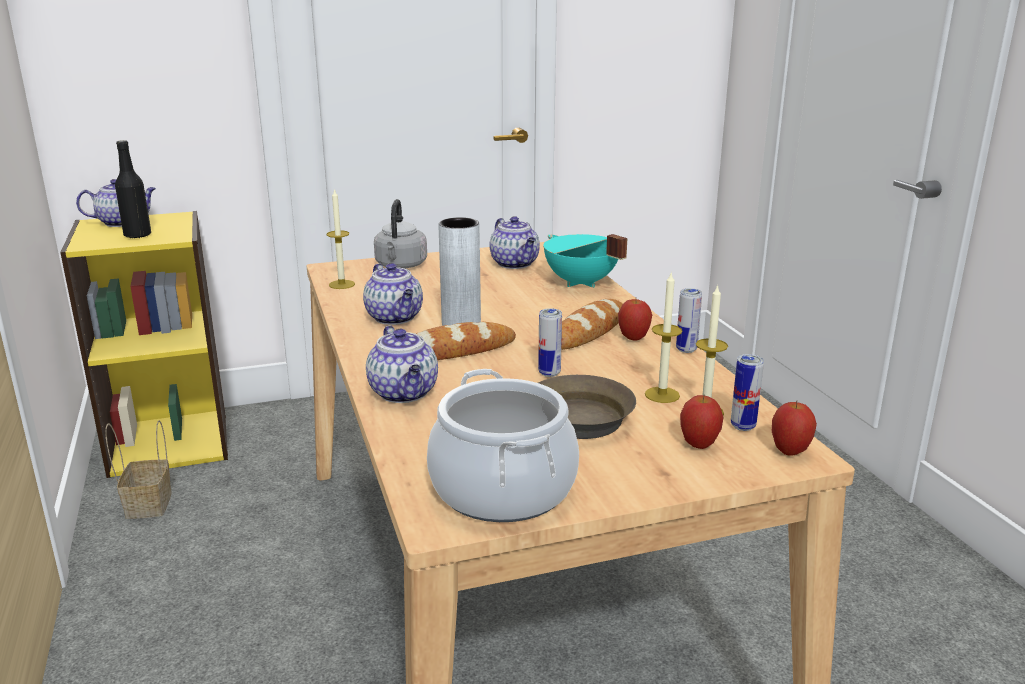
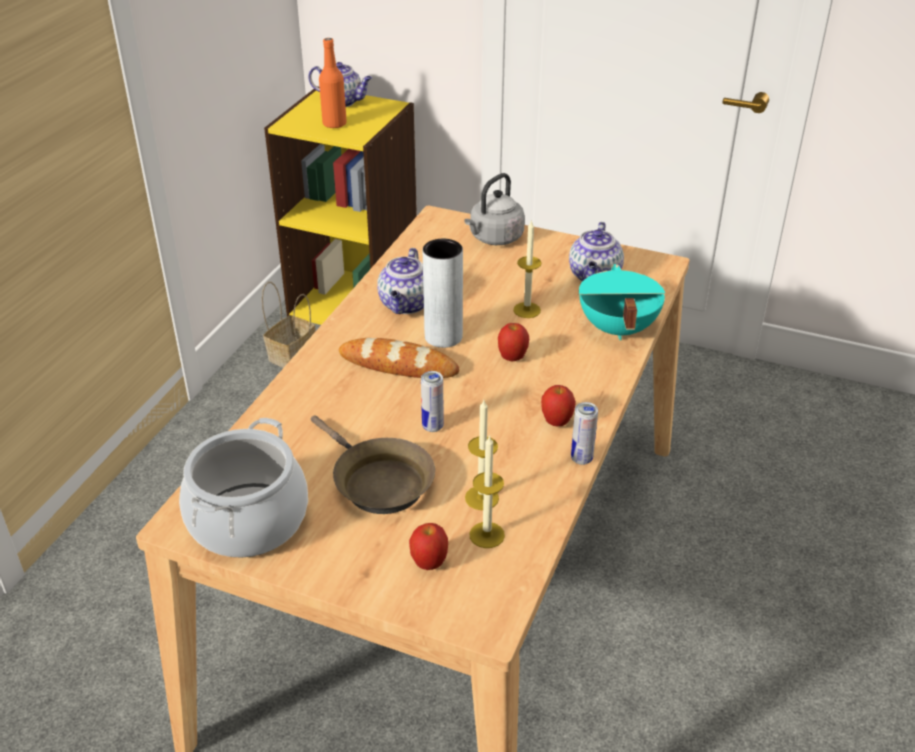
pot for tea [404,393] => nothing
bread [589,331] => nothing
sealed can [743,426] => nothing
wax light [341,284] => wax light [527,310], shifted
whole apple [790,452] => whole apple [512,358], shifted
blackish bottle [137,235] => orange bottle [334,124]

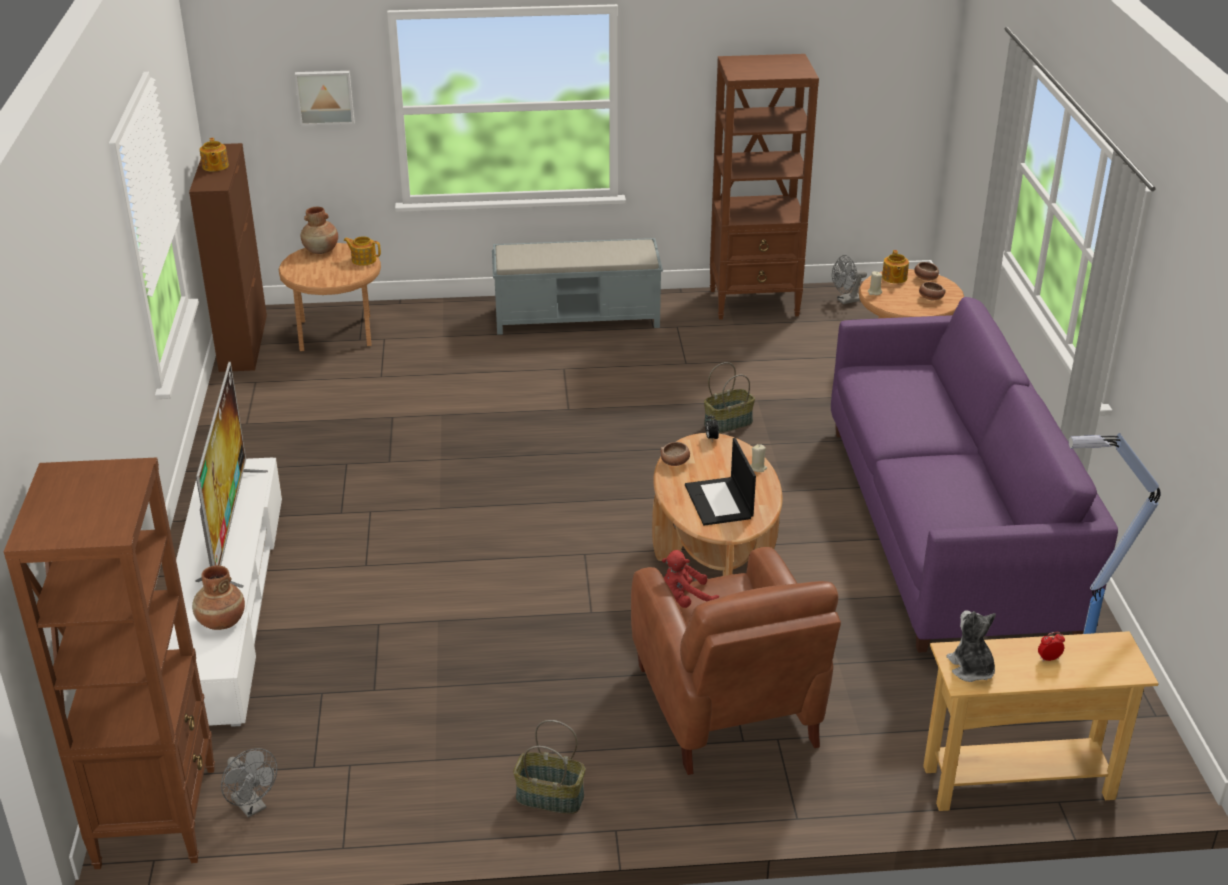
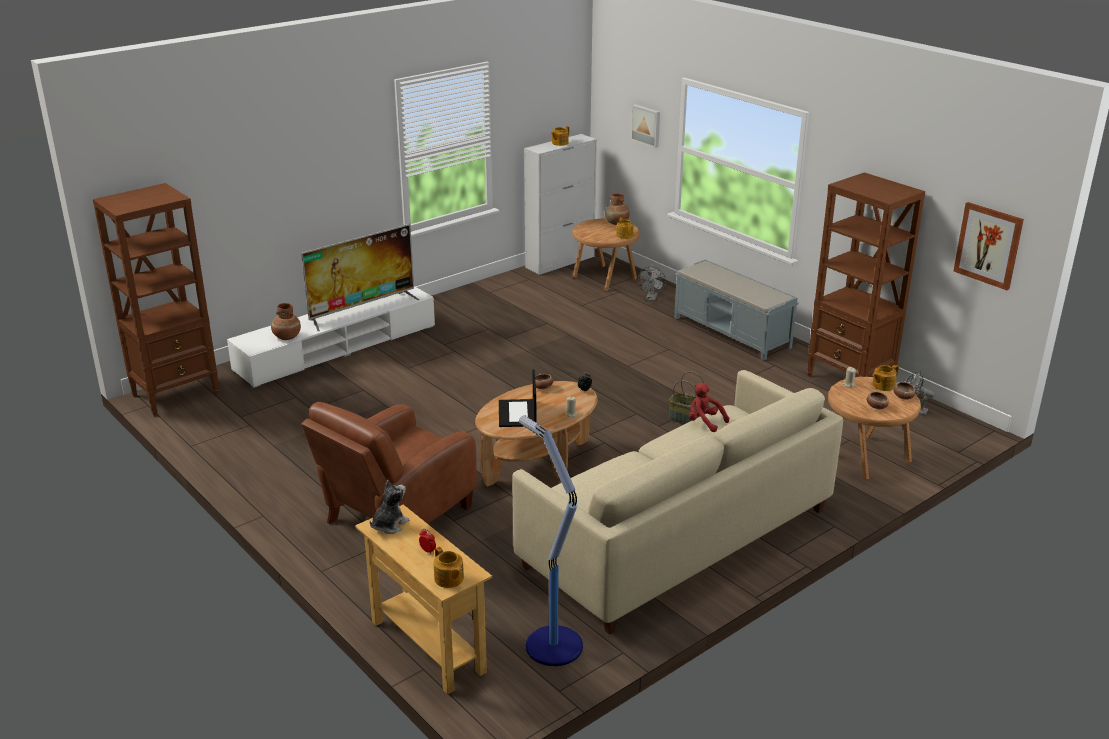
basket [549,798] => nothing
nothing => pot for tea [449,579]
nothing => wall picture [988,245]
grey cooling fan [252,806] => grey cooling fan [651,298], shifted
red cuddly toy [685,600] => red cuddly toy [704,422], shifted
brownish cabinet [243,342] => white cabinet [560,262]
purple-coloured couch [946,528] => beige-coloured couch [677,537]
portable computer [719,502] => portable computer [518,414], 45 degrees counterclockwise

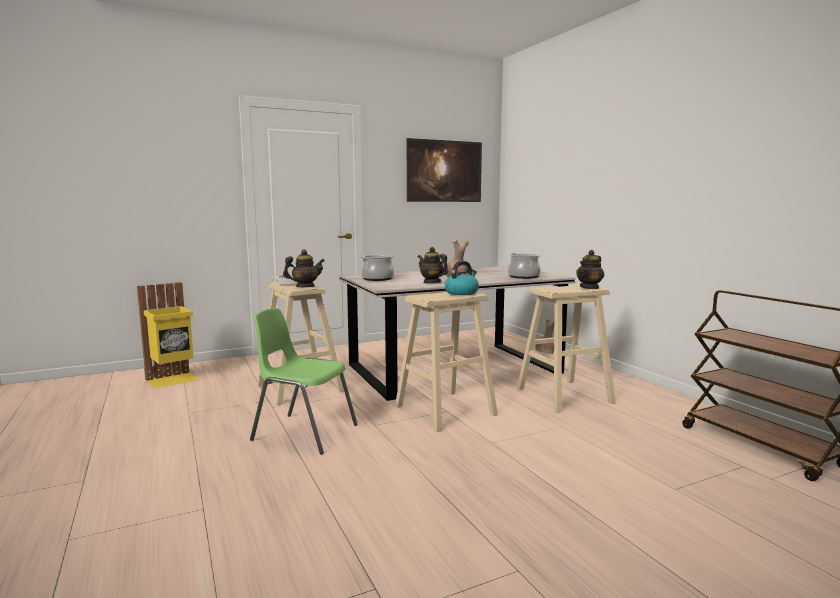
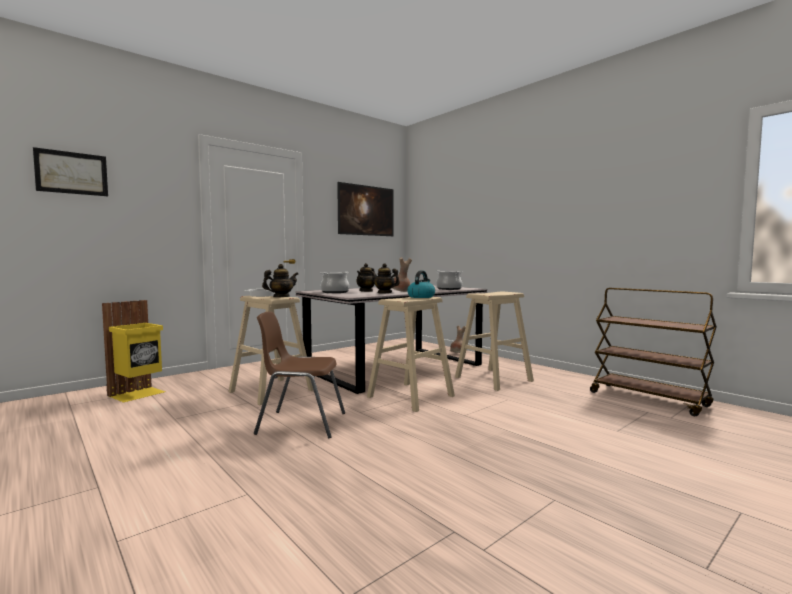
nothing => wall picture [72,173]
pot for tea [589,287] => pot for tea [366,291], shifted
green-coloured chair [303,432] => brownish chair [300,423]

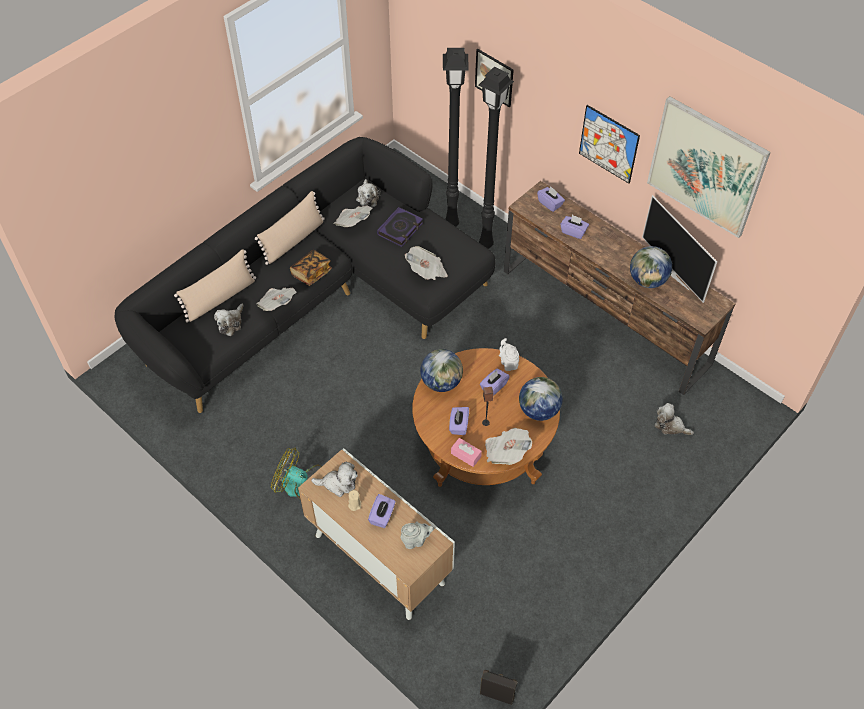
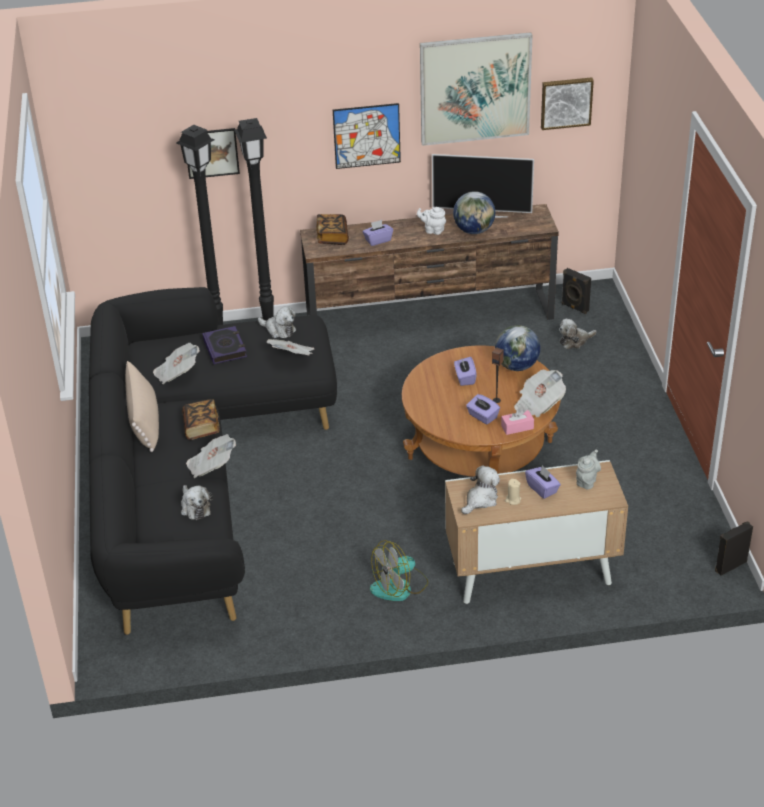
beige-coloured throw pillow [220,298] => nothing
desk globe [441,382] => nothing
nothing => wall picture [566,102]
nothing => blackish speaker [574,307]
cuddly toy [367,197] => cuddly toy [279,330], shifted
white pot for tea [508,363] => white pot for tea [433,230], shifted
purple-coloured tissue box [550,204] => volume [332,237]

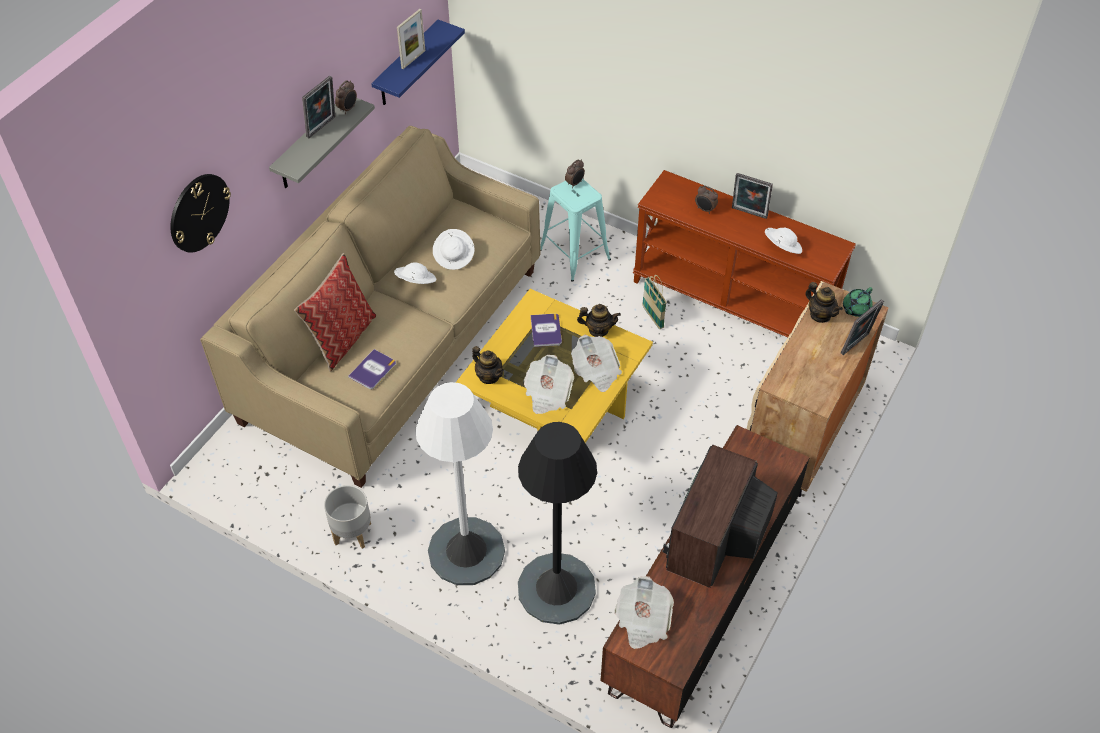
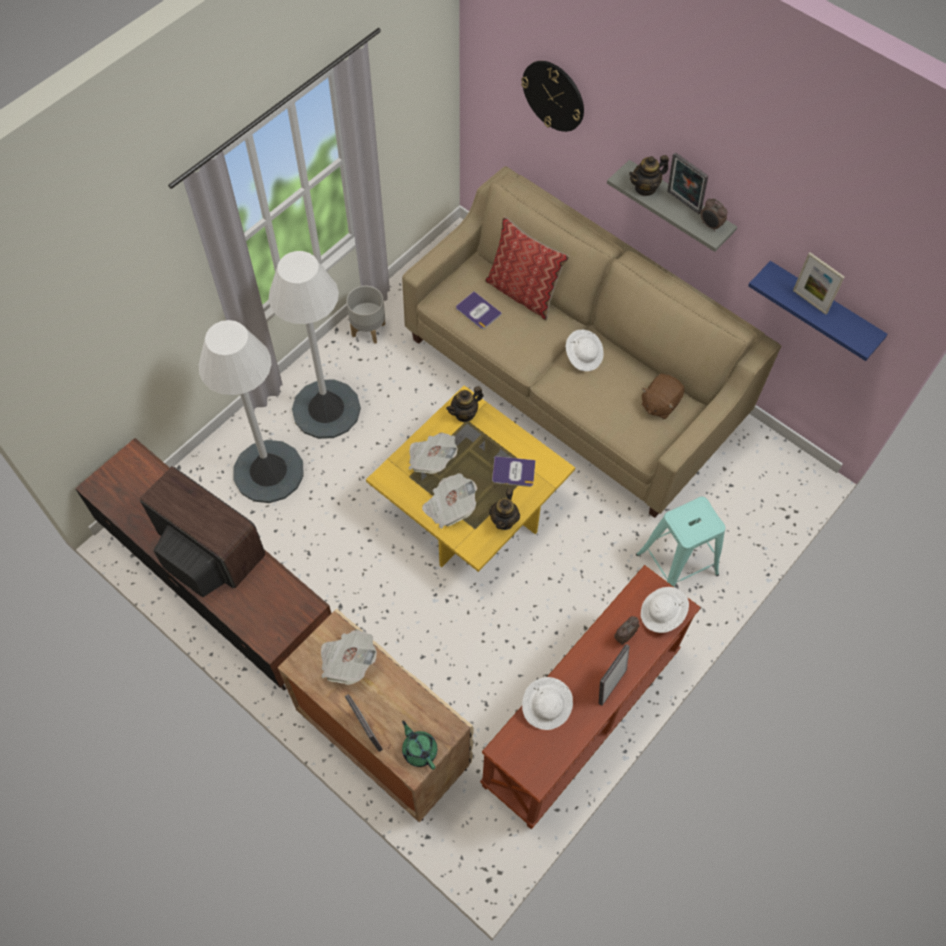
alarm clock [575,183] => nothing
basket [652,317] => nothing
nothing => brownish cuddly toy [659,403]
white clothing hat [454,256] => white clothing hat [662,614], shifted
newspaper [642,621] => newspaper [347,661], shifted
pot for tea [820,315] => pot for tea [645,188], shifted
blackish standard lamp [556,589] => white standard lamp [268,471]

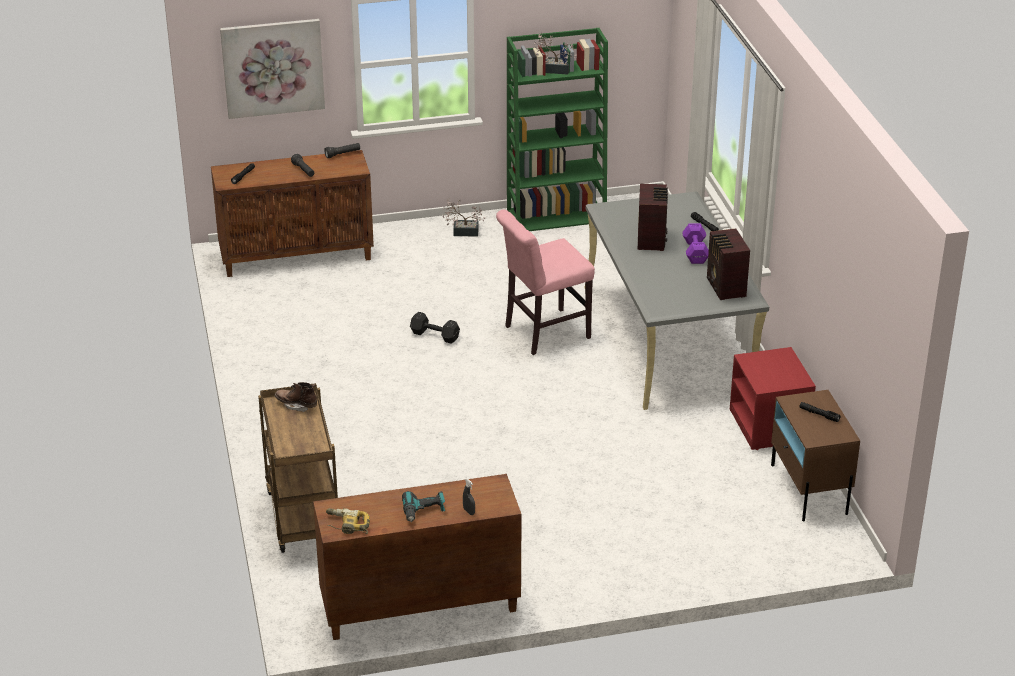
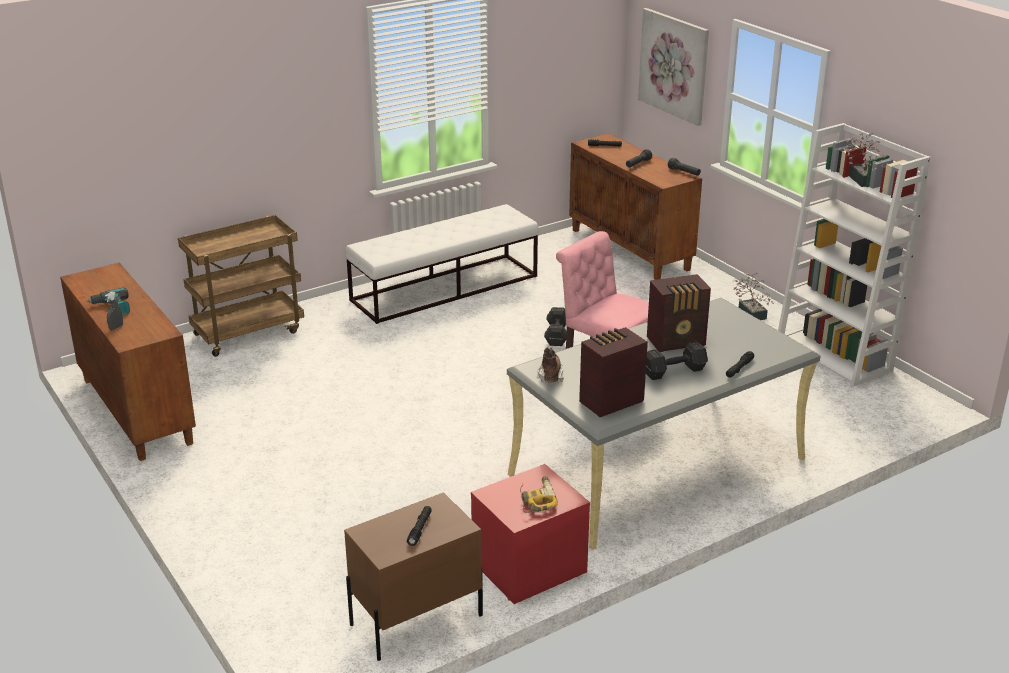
nothing => white indoor bench [445,288]
brownish boot [296,405] => brownish boot [550,375], shifted
drill [347,525] => drill [536,499], shifted
green-coloured bookshelf [557,217] => white bookshelf [835,356]
purple-coloured hand weight [695,251] => blackish hand weight [675,371]

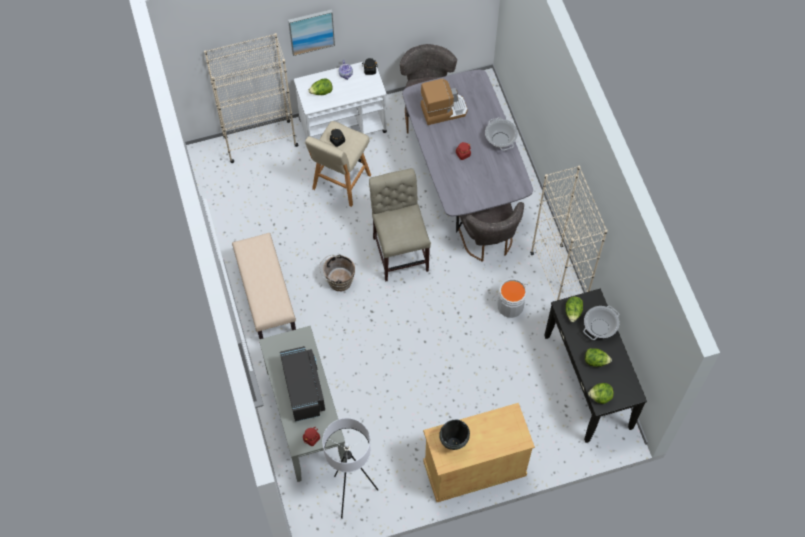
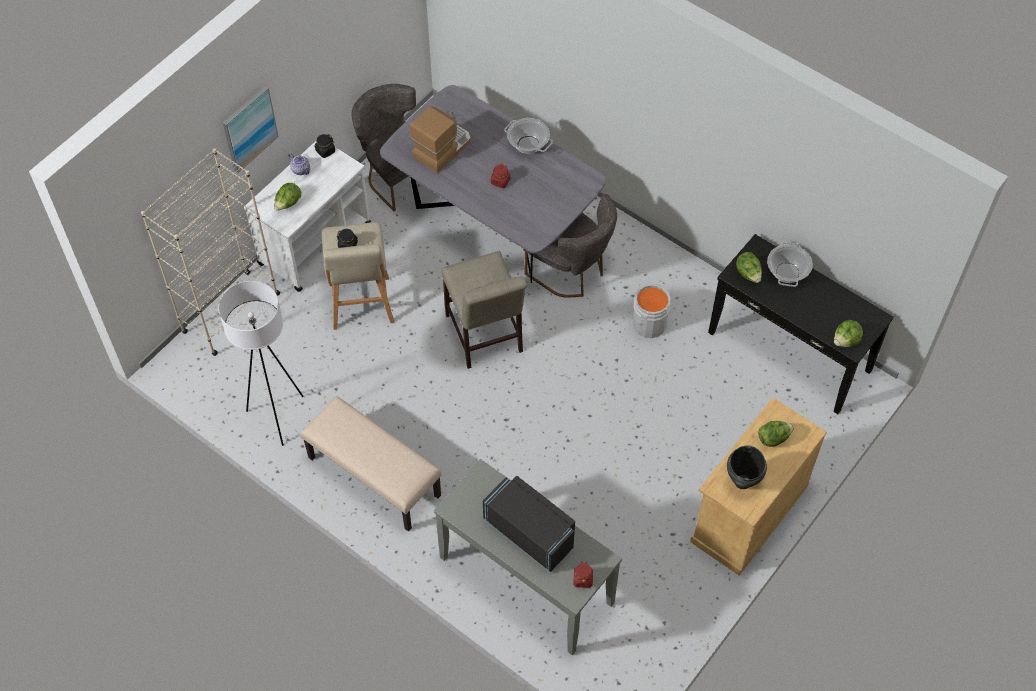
brownish bucket [338,280] => nothing
beige-coloured bookshelf [558,278] => nothing
white standard lamp [352,494] => white standard lamp [278,417], shifted
head of lettuce [595,361] => head of lettuce [773,438], shifted
beige-coloured chair [400,250] => beige-coloured chair [485,337], 150 degrees counterclockwise

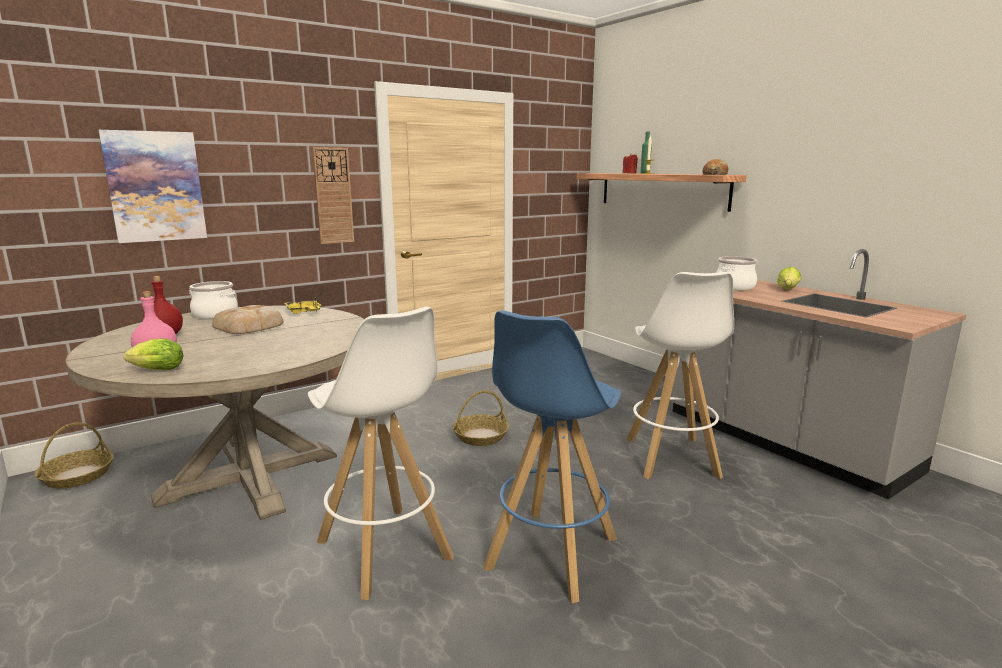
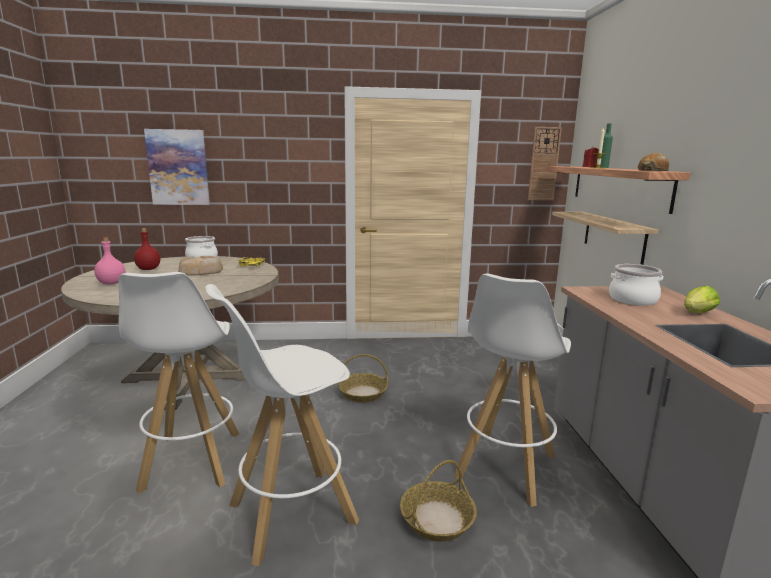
head of lettuce [155,370] => nothing
nothing => wall shelf [613,236]
basket [78,476] => basket [437,519], shifted
wall clock [333,196] => wall clock [543,164], shifted
blue stool seat [551,553] => white stool seat [290,513]

